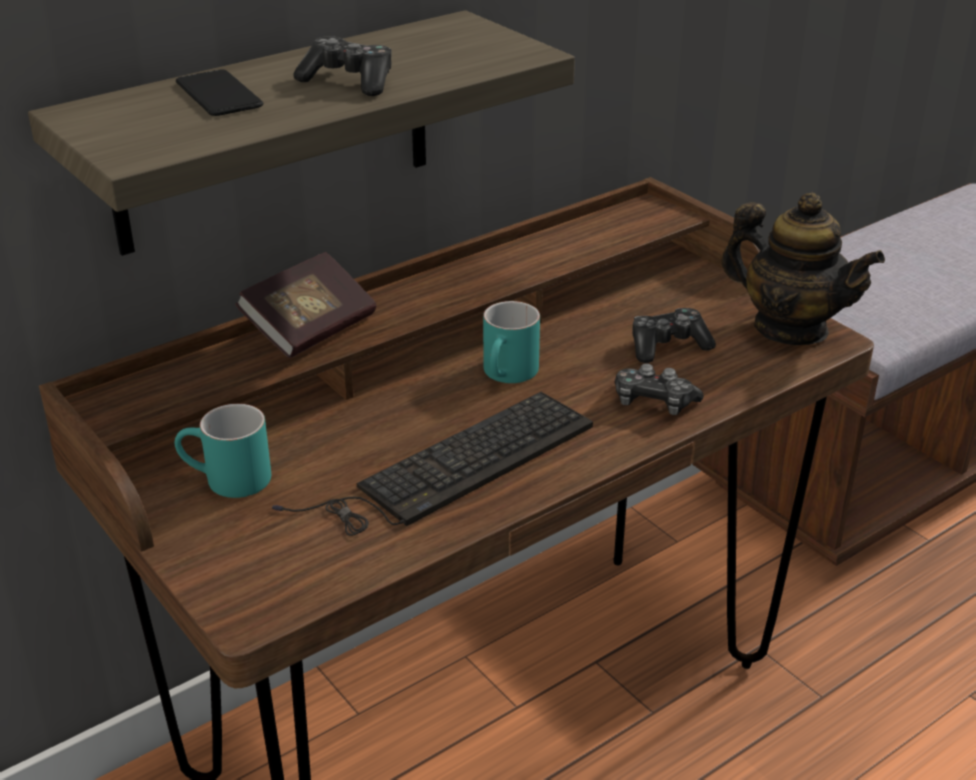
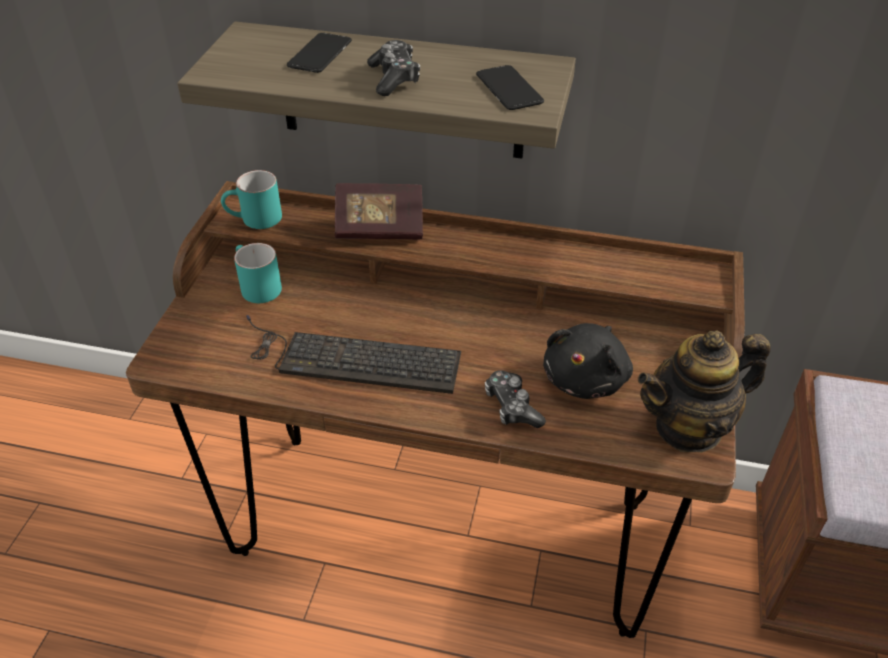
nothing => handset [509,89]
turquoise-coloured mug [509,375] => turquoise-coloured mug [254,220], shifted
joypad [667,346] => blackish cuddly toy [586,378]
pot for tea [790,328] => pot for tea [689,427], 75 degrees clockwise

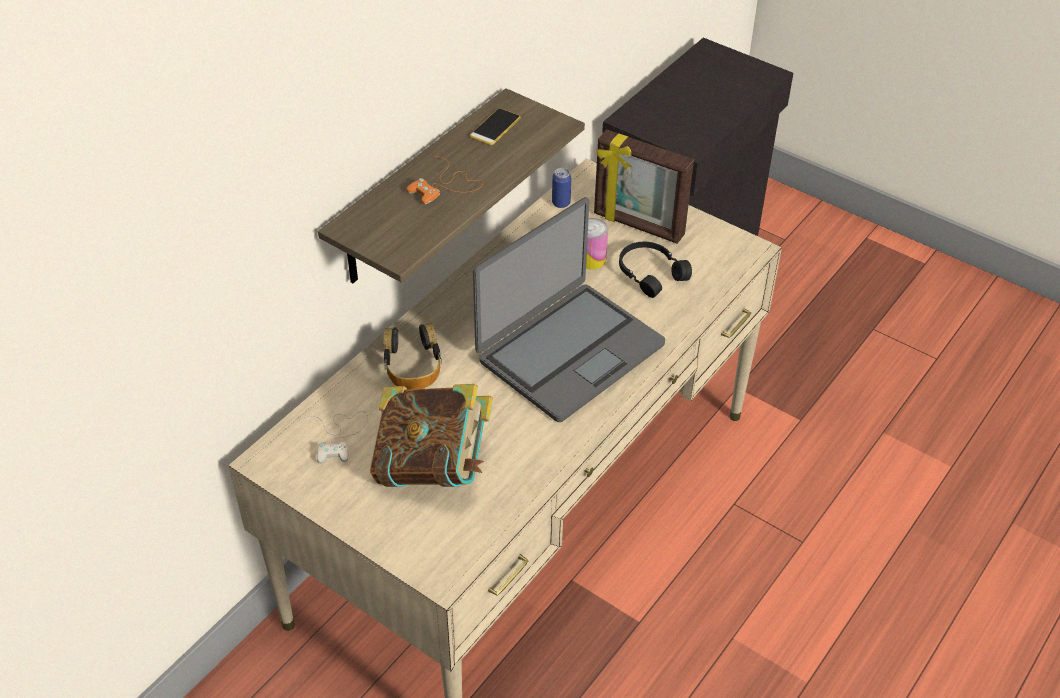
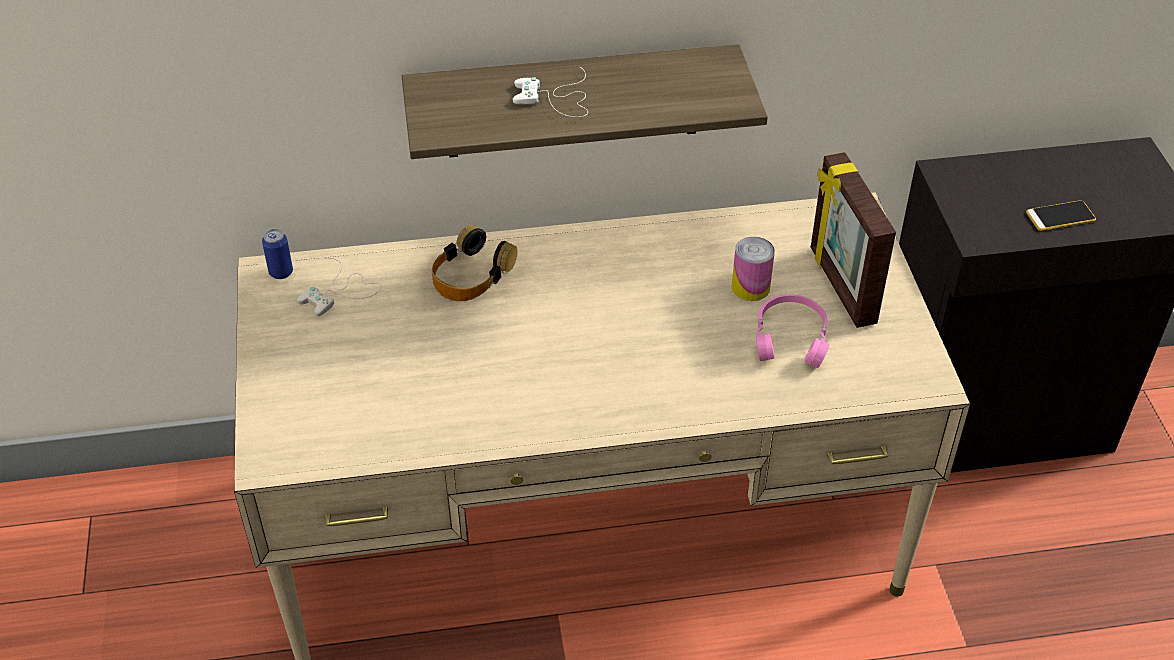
volume [433,466] => nothing
portable computer [569,351] => nothing
handset [495,127] => handset [1060,216], shifted
sealed can [561,203] => sealed can [281,272], shifted
orange joypad [446,186] => white joypad [556,99]
blackish headphones [650,273] => pinkish headphones [791,338]

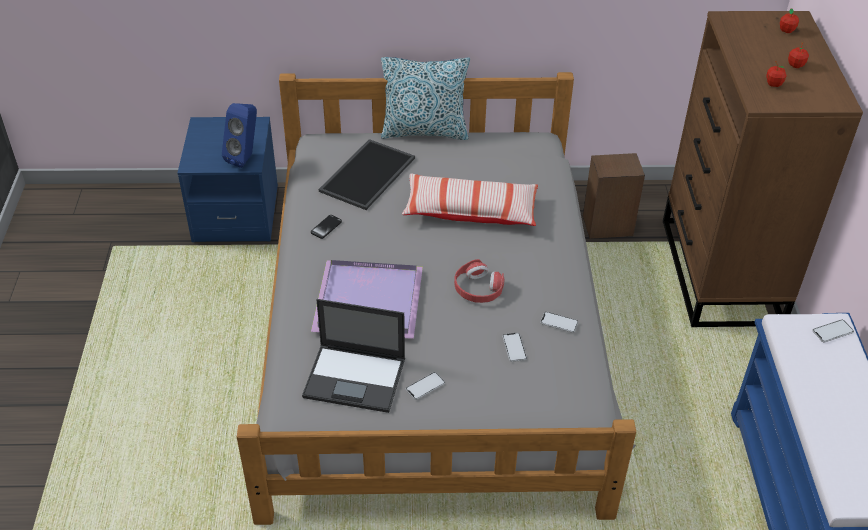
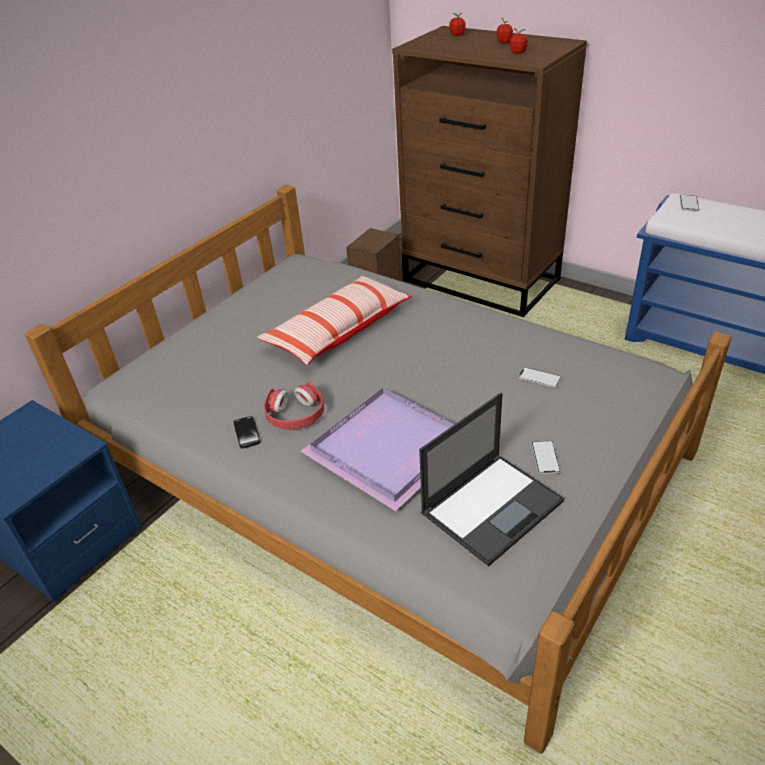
blue speaker [245,157] => nothing
carrying tray [367,173] => nothing
throw pillow [424,131] => nothing
handset [559,322] => nothing
red headphones [478,288] => red headphones [295,414], shifted

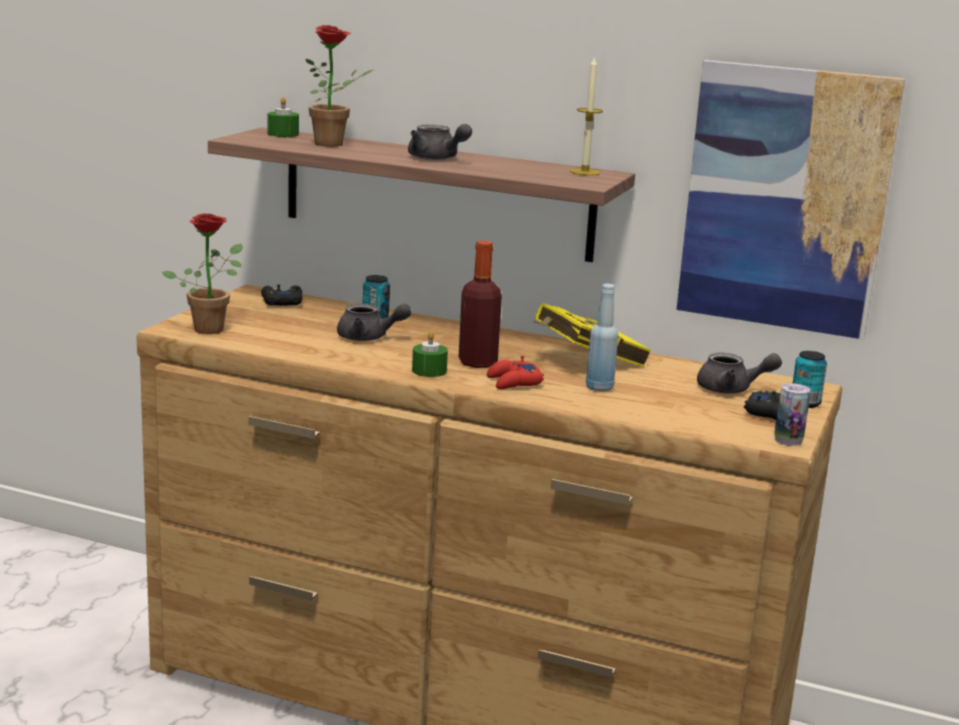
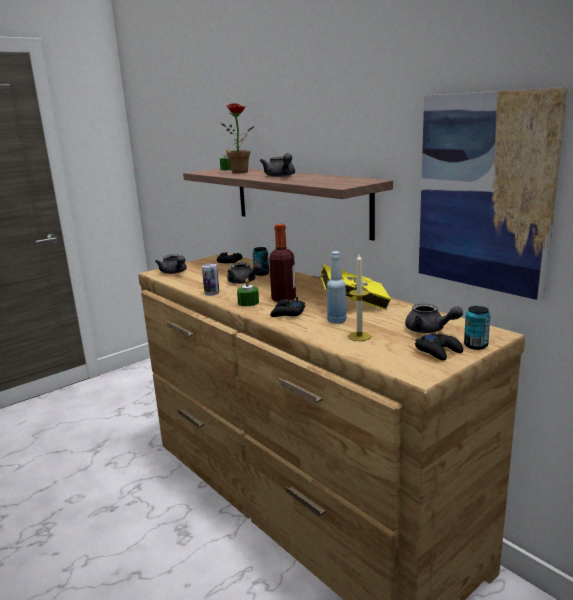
wax light [585,172] => wax light [359,336], shifted
sealed can [788,440] => sealed can [212,293], shifted
potted plant [211,327] => grey pot for tea [174,272]
red joypad [514,382] => blackish joypad [287,313]

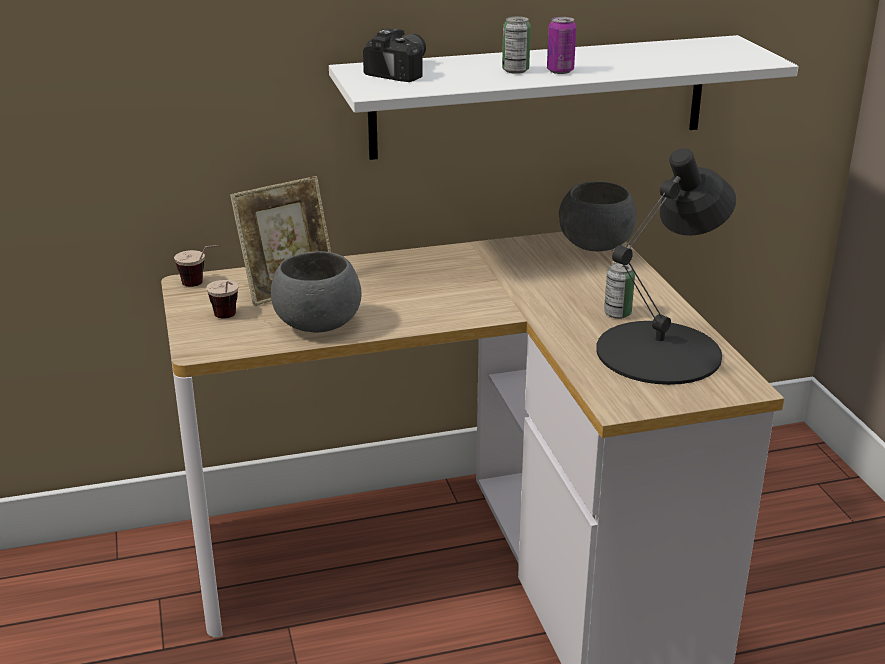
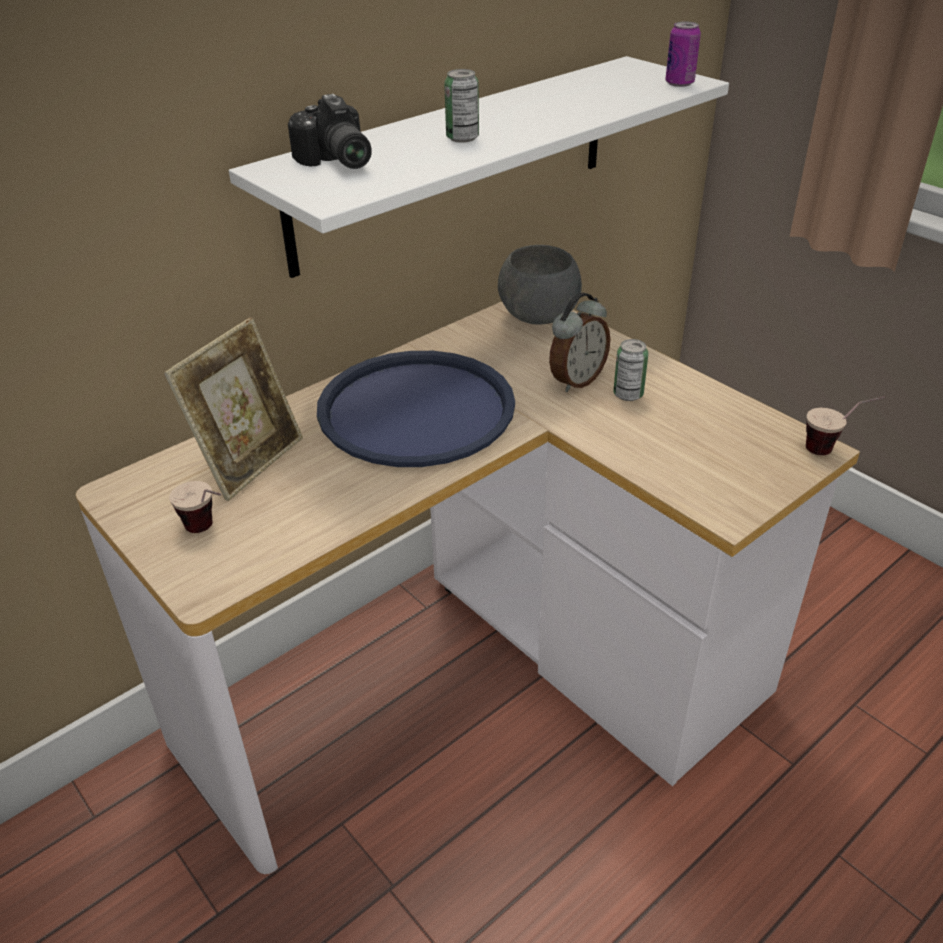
grey serving bowl [317,325] => nothing
blackish lamp for a table [660,352] => nothing
nothing => blue carrying tray [416,409]
nothing => alarm clock [576,380]
cup [202,285] => cup [834,448], shifted
sealed can [560,71] => sealed can [679,83], shifted
still camera [404,71] => still camera [335,162], 150 degrees clockwise

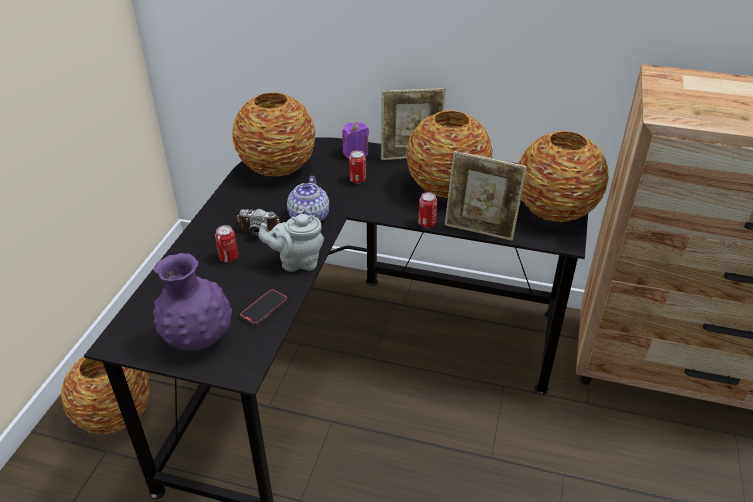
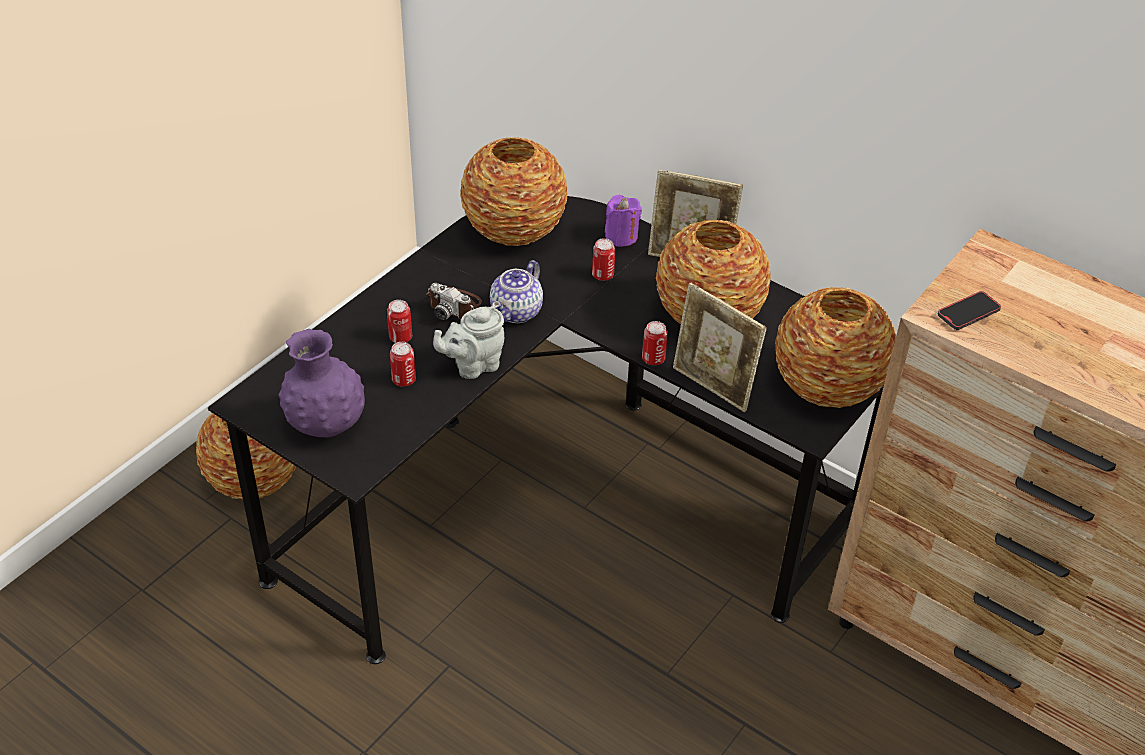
nothing => sealed can [404,380]
handset [264,309] => handset [968,313], shifted
grey pot for tea [297,262] => grey pot for tea [473,365], 45 degrees counterclockwise

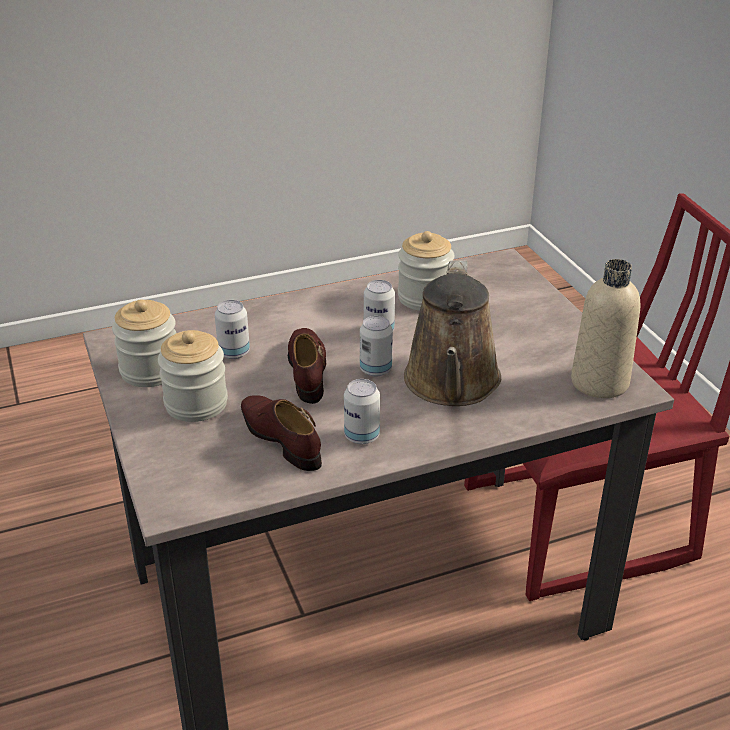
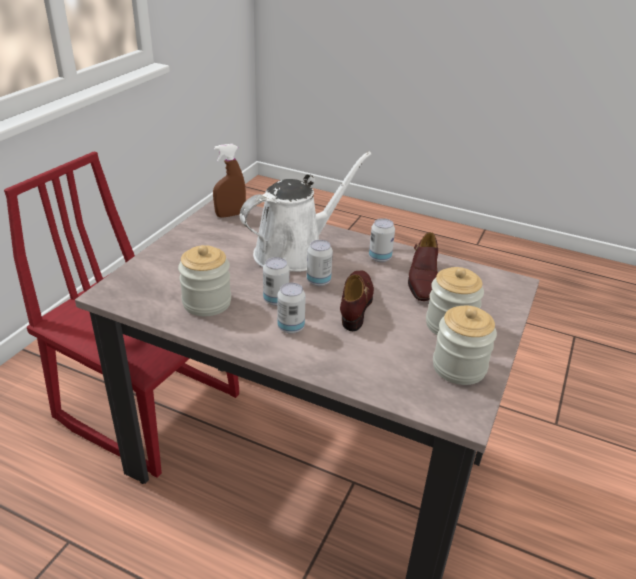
sealed can [234,353] => sealed can [291,327], shifted
beige-coloured bottle [599,382] => brownish hand sprayer [230,215]
brownish sprinkling can [452,384] => white sprinkling can [294,252]
brownish item of footwear [308,370] => brownish item of footwear [356,304], 150 degrees clockwise

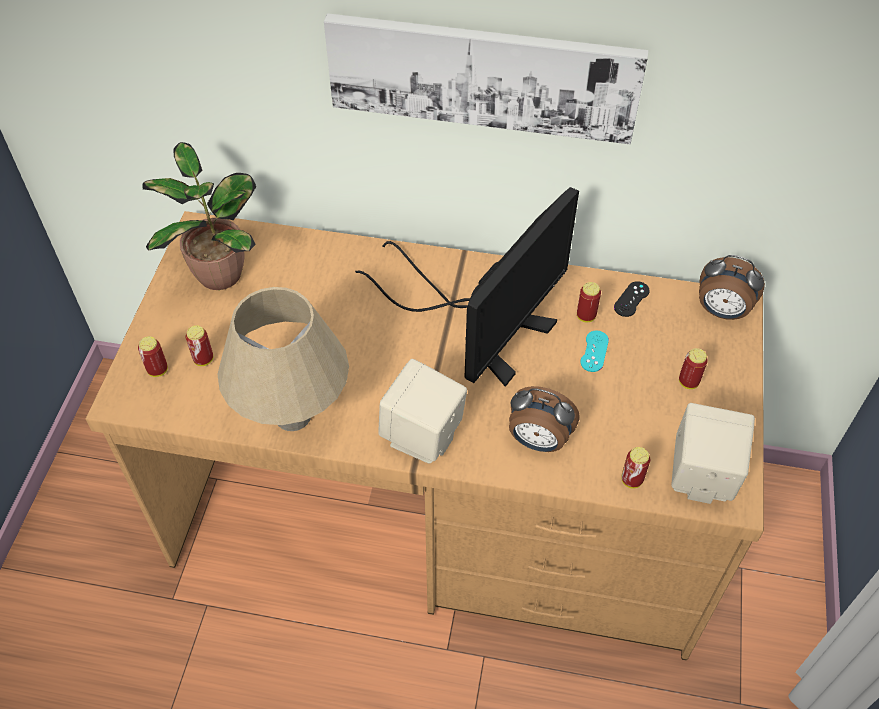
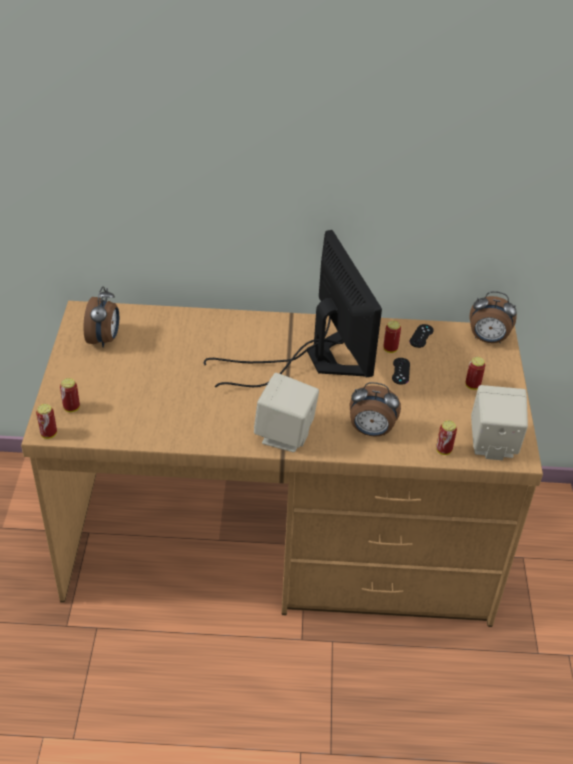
beige-coloured lamp for a table [292,416] => nothing
wall picture [483,75] => nothing
sealed can [203,359] => sealed can [49,434], shifted
potted plant [218,272] => alarm clock [104,339]
turquoise-coloured joypad [594,351] => blackish joypad [400,371]
computer display [481,326] => computer display [314,361], 45 degrees counterclockwise

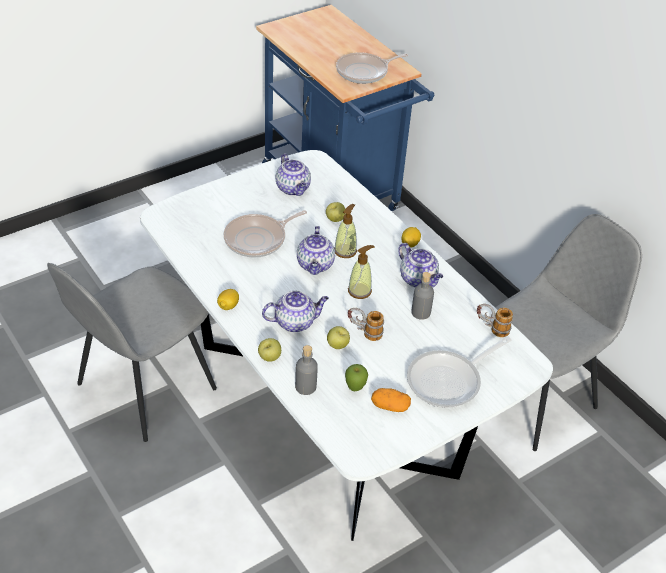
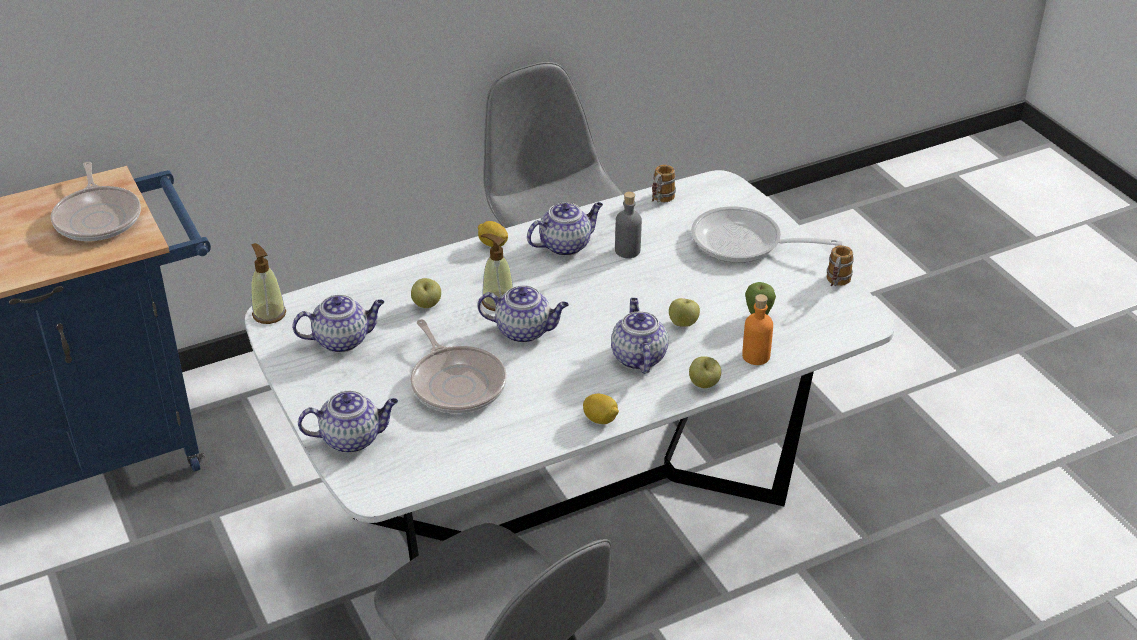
spud [390,406] => nothing
nothing => pot for tea [352,438]
soap bottle [359,291] => soap bottle [269,314], shifted
mug [364,333] => mug [836,285], shifted
grey bottle [305,387] => orange bottle [755,356]
frying pan [449,381] => frying pan [744,243], 135 degrees clockwise

